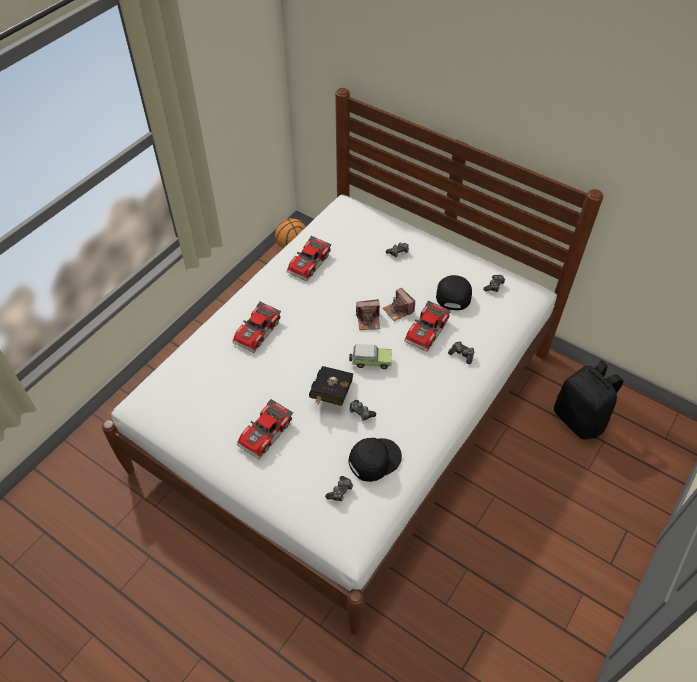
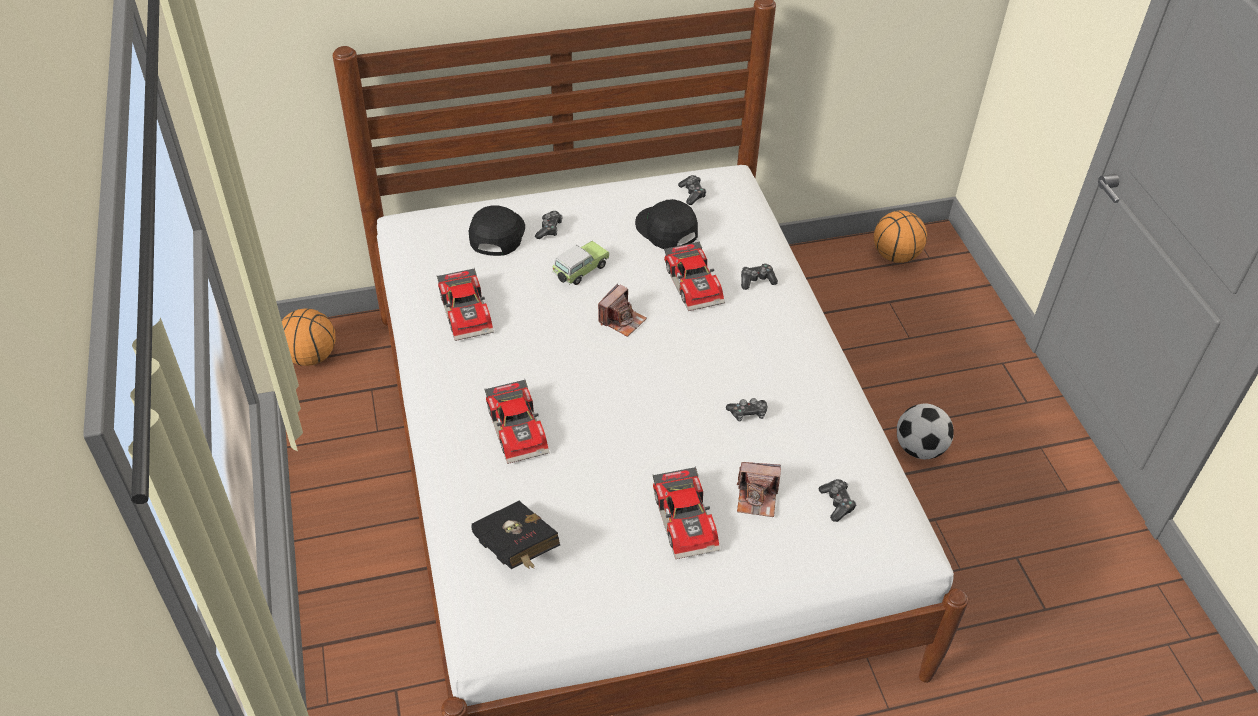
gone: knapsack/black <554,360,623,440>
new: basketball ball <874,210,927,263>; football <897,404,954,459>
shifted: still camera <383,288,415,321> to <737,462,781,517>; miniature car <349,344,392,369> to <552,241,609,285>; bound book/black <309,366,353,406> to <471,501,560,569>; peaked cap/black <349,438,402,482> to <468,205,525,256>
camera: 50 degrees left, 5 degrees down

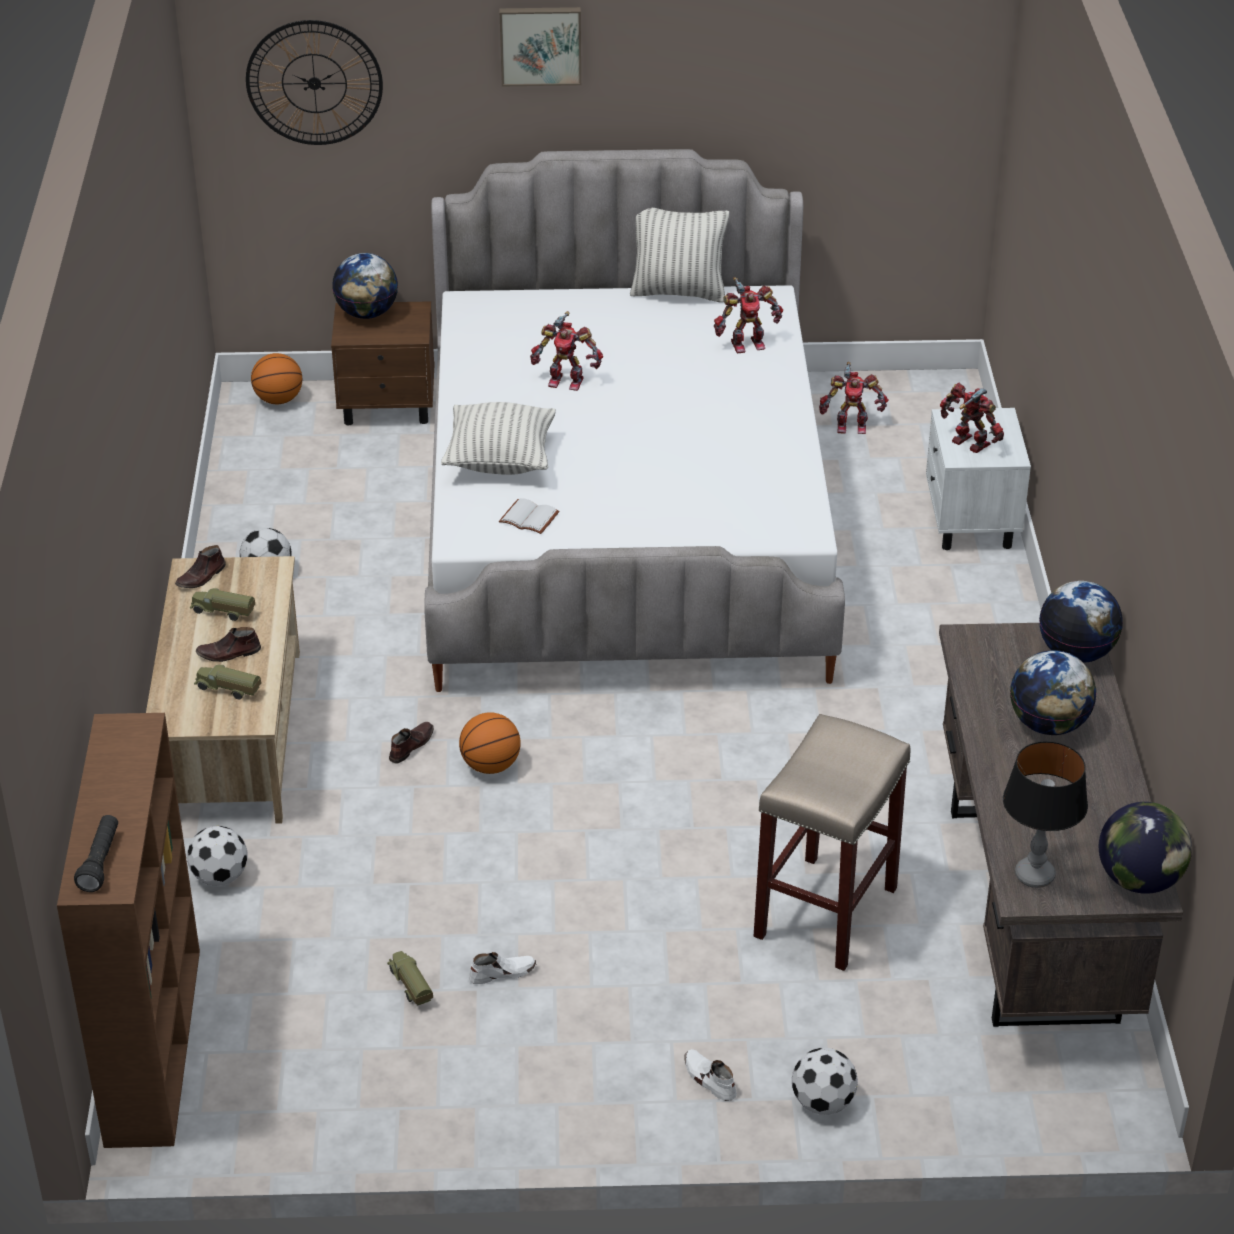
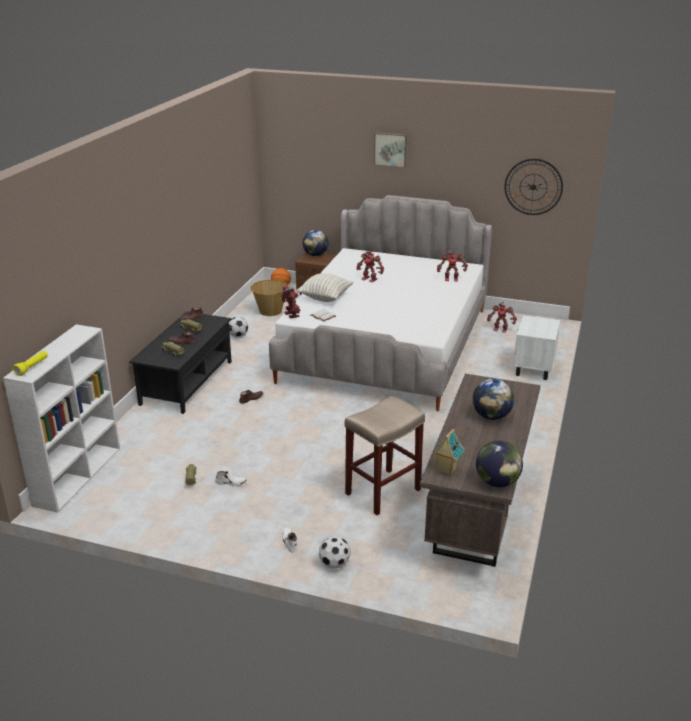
gone: pillow <630,208,729,303>; world globe <1039,581,1123,663>; basketball ball <459,712,521,774>; football <187,826,248,886>
new: household basket <250,280,288,316>
shifted: wall clock <246,20,383,145> to <505,159,563,215>; model robot <940,383,1004,453> to <278,285,300,318>
swapped: table lamp <1003,741,1088,888> to toy house <432,428,464,476>
repainted: low table/sand-coloured <146,556,300,824> to low table/black <129,311,232,414>; bookcase/brown-coloured <57,713,200,1148> to bookcase/white-coloured <3,324,120,513>; torch/black <74,815,118,892> to torch/yellow <13,351,48,376>
camera: 20 degrees right, 10 degrees down

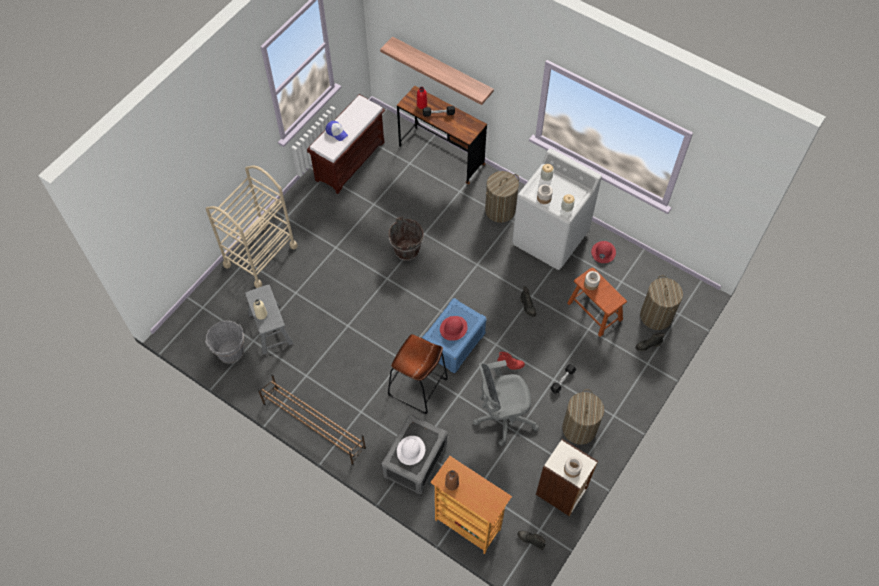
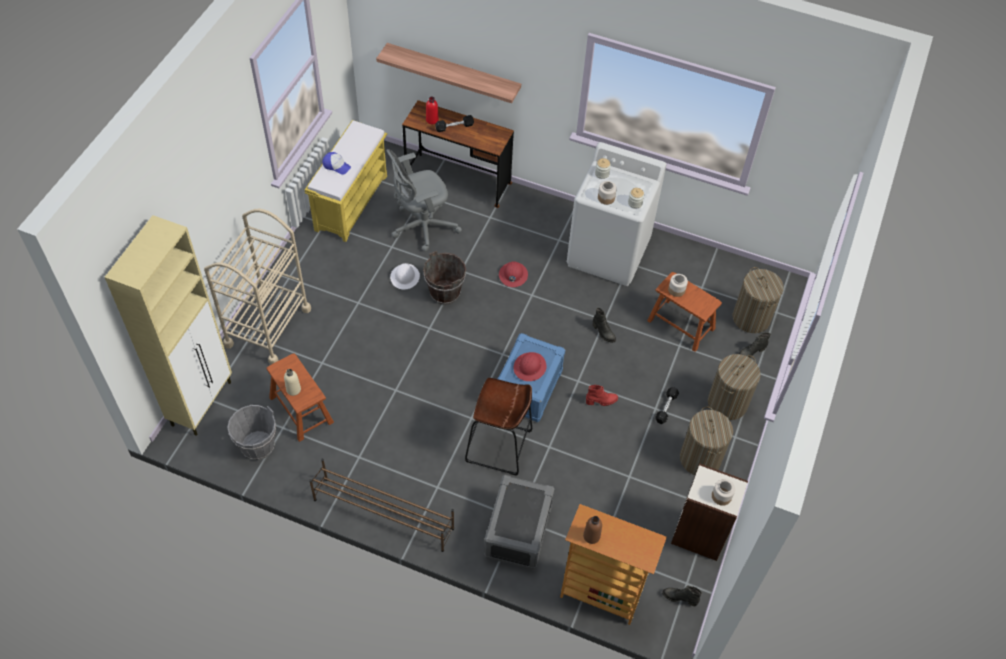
new: cupboard/sand-coloured <105,215,232,436>
shifted: washing basket <485,171,519,223> to <708,354,761,420>; work helmet/red-coloured <591,241,616,263> to <499,261,528,287>; office chair/greyish <473,360,539,446> to <386,149,462,252>; work helmet/white-coloured <397,436,425,465> to <390,263,420,289>
repainted: bench/brown-coloured <307,94,385,194> to bench/yellow <305,120,387,242>; stool/greyish <245,285,293,355> to stool/brown-coloured <266,353,334,442>
camera: 15 degrees left, 5 degrees down

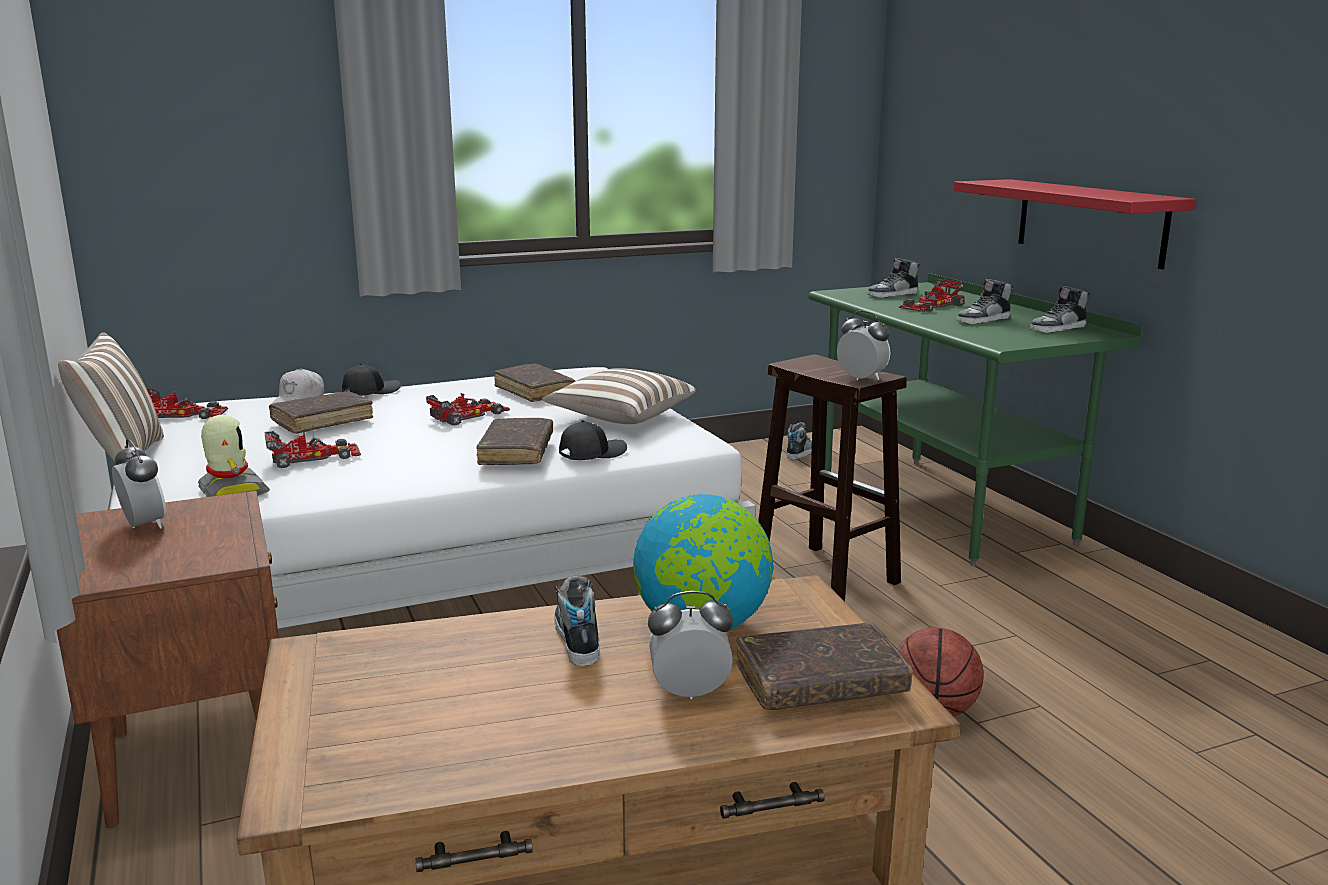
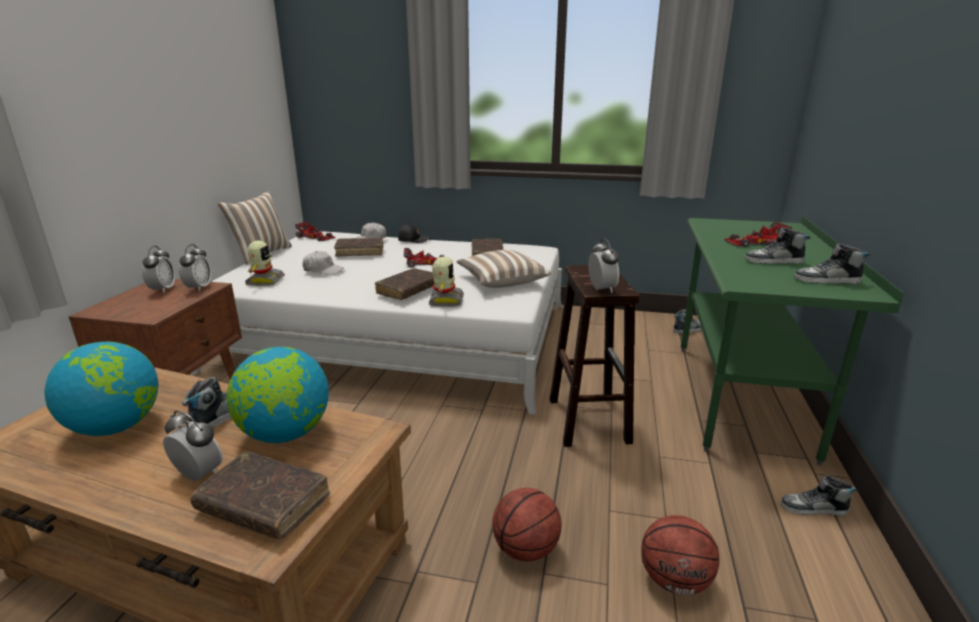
gone: bracket shelf/red-coloured <954,179,1196,269>
new: bedside clock <179,244,212,291>; world globe <44,341,158,436>; basketball ball <641,515,720,595>
shifted: shoe <867,258,921,298> to <780,475,857,516>
swapped: peaked cap/black <559,420,627,460> to model robot <429,257,464,307>; miniature car <264,431,361,468> to peaked cap/white-coloured <302,251,344,275>
camera: 35 degrees right, 5 degrees up

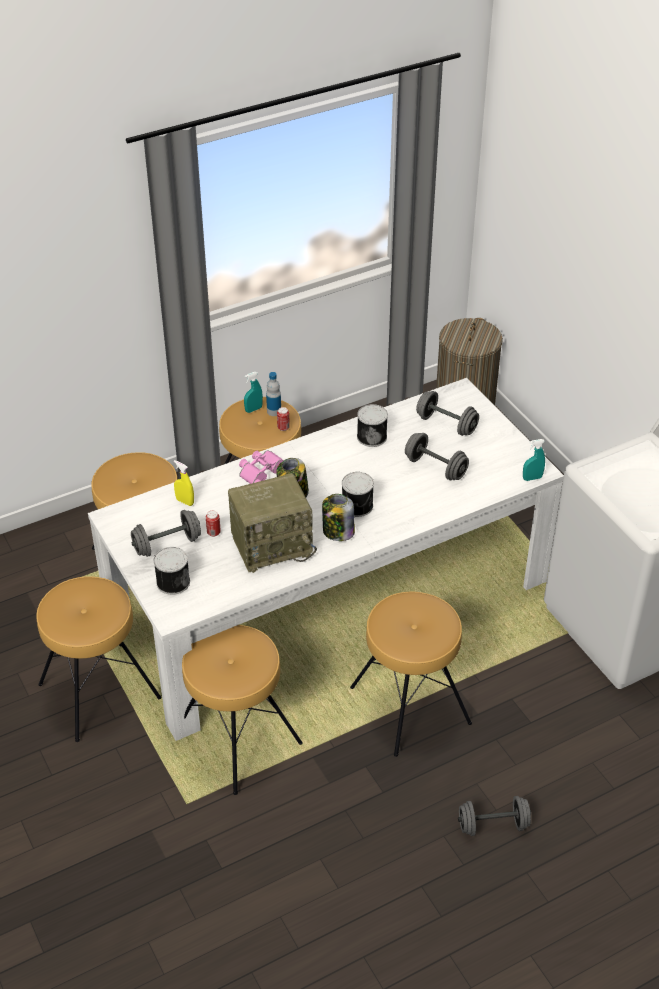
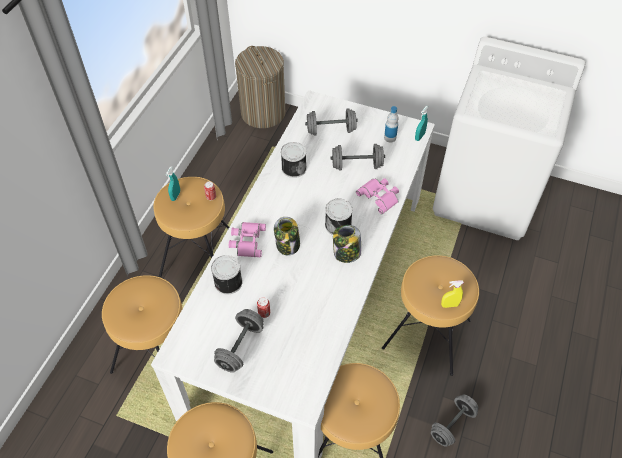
gone: radio <228,473,317,573>
new: pair of binoculars/pinkish <356,178,399,214>
shifted: drink bottle <266,372,281,416> to <384,106,399,142>; spray bottle/yellow <174,460,194,506> to <441,280,464,308>; can <154,547,190,595> to <211,255,243,295>; hand weight/greyish <458,796,531,836> to <431,395,478,447>
camera: 40 degrees left, 10 degrees up

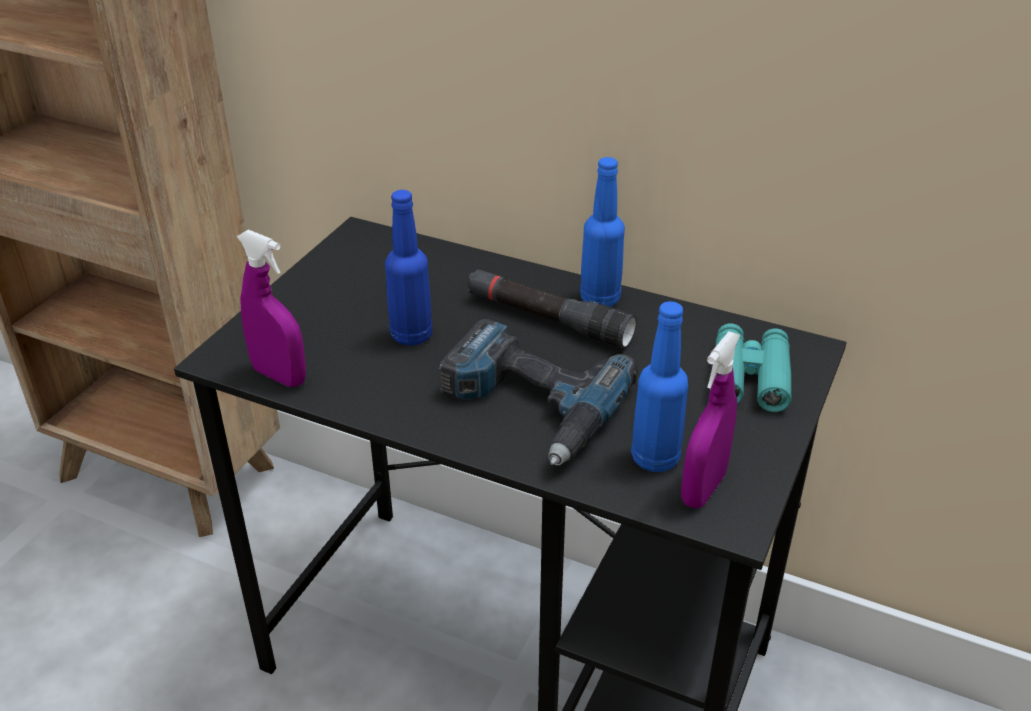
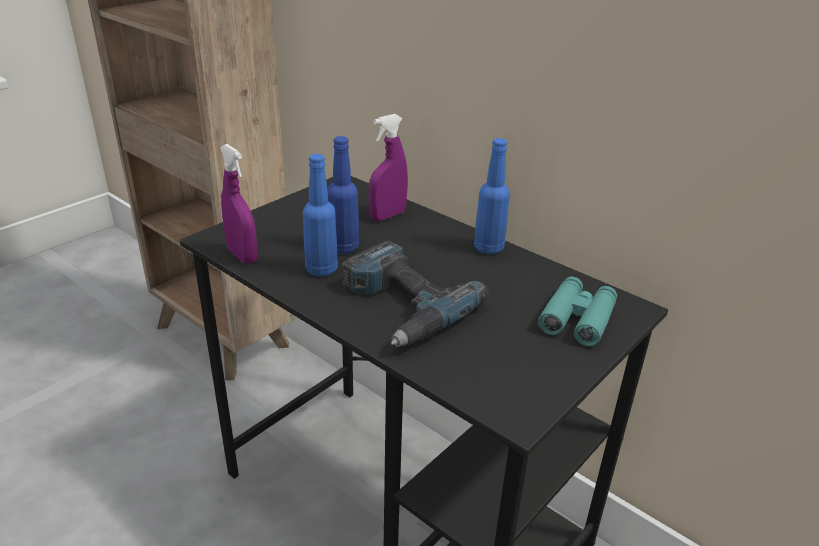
gone: torch/black <467,269,637,348>
shifted: drink bottle/bluish <631,301,688,472> to <303,154,338,277>; spray bottle/purplish <681,331,740,509> to <369,114,408,221>
camera: 15 degrees right, 5 degrees down

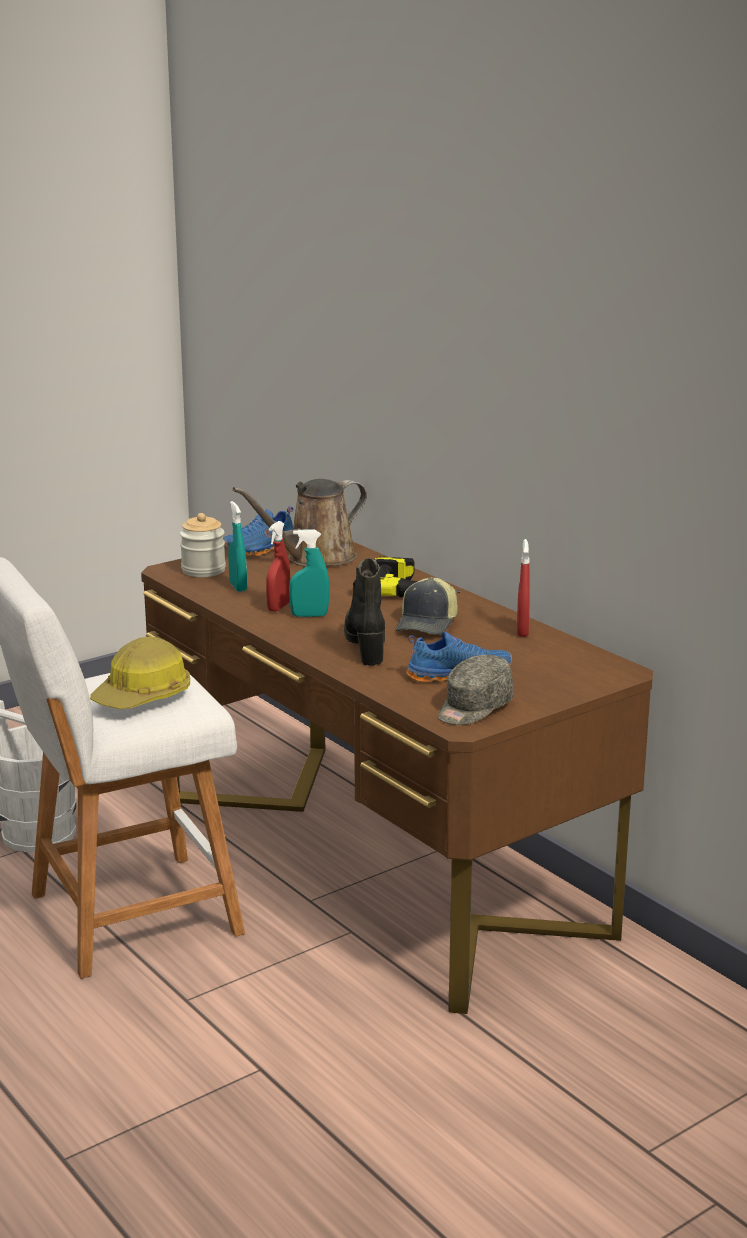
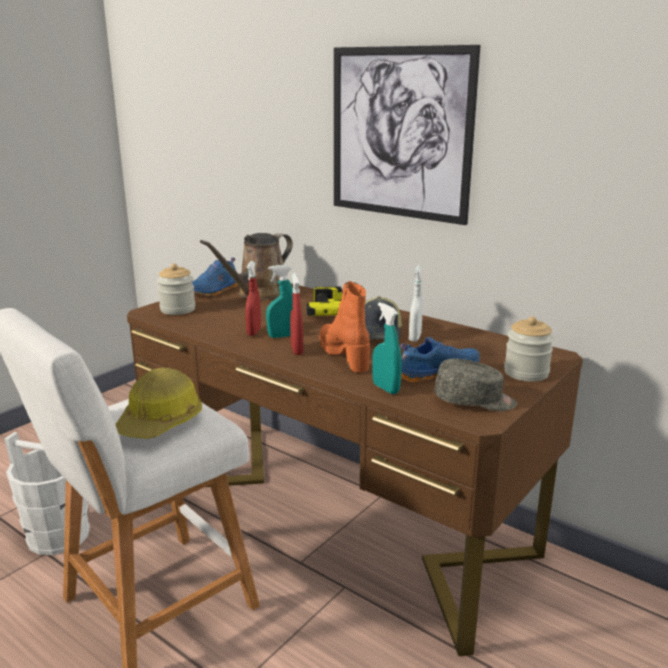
new: wall art <334,45,481,225>; spray bottle/white-coloured <409,265,423,342>; jar <504,316,554,382>
shifted: spray bottle/blue-green <228,501,247,592> to <372,302,402,394>; spray bottle/red-coloured <517,539,530,637> to <290,273,304,355>
repainted: boot/black <344,558,385,666> to boot/orangey <319,281,370,373>
rotated: peaked cap/greyish <438,655,514,725> = <434,359,517,411> 105 degrees counterclockwise
camera: 15 degrees left, 0 degrees up

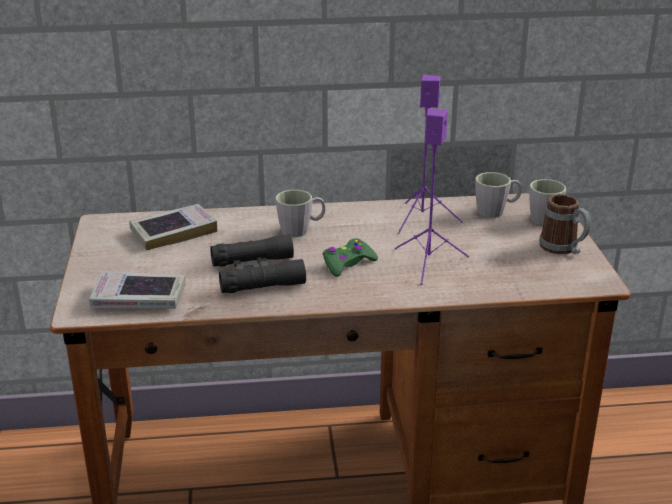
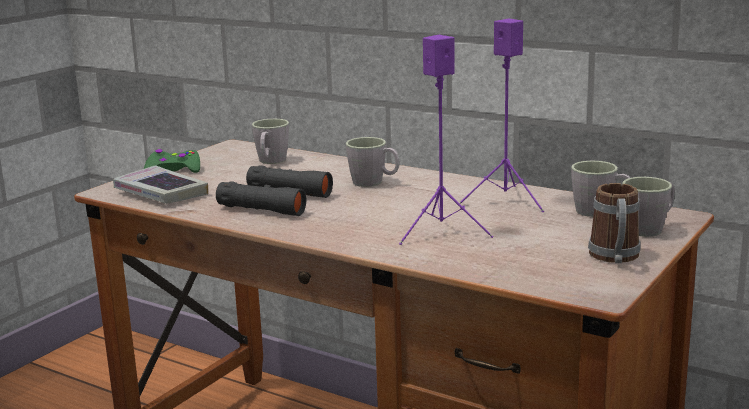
shifted: joypad/greenish <323,238,378,277> to <144,149,200,173>
swapped: bound book <129,204,217,251> to mug/greyish <252,119,289,164>
camera: 40 degrees right, 10 degrees down

